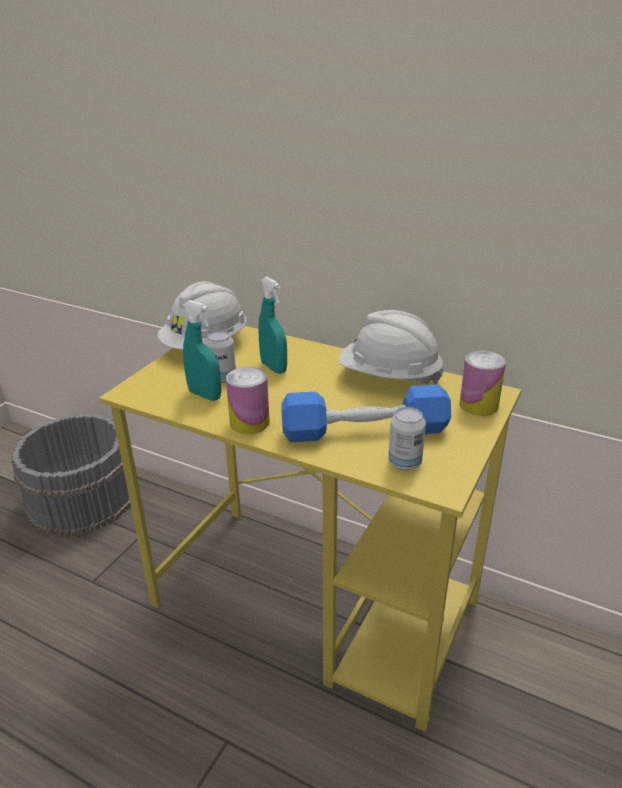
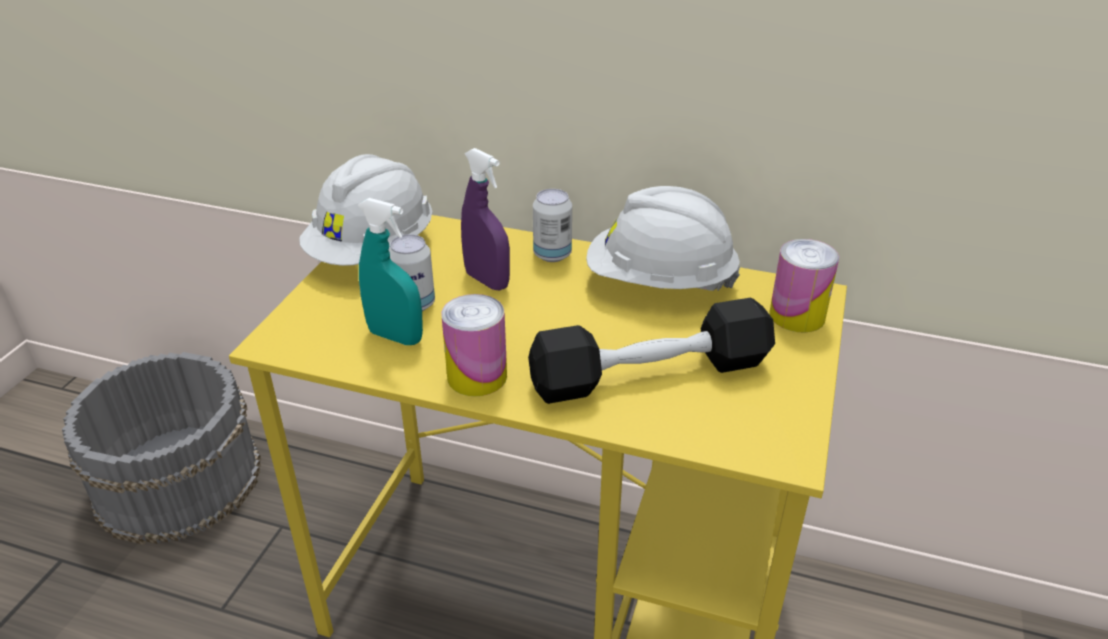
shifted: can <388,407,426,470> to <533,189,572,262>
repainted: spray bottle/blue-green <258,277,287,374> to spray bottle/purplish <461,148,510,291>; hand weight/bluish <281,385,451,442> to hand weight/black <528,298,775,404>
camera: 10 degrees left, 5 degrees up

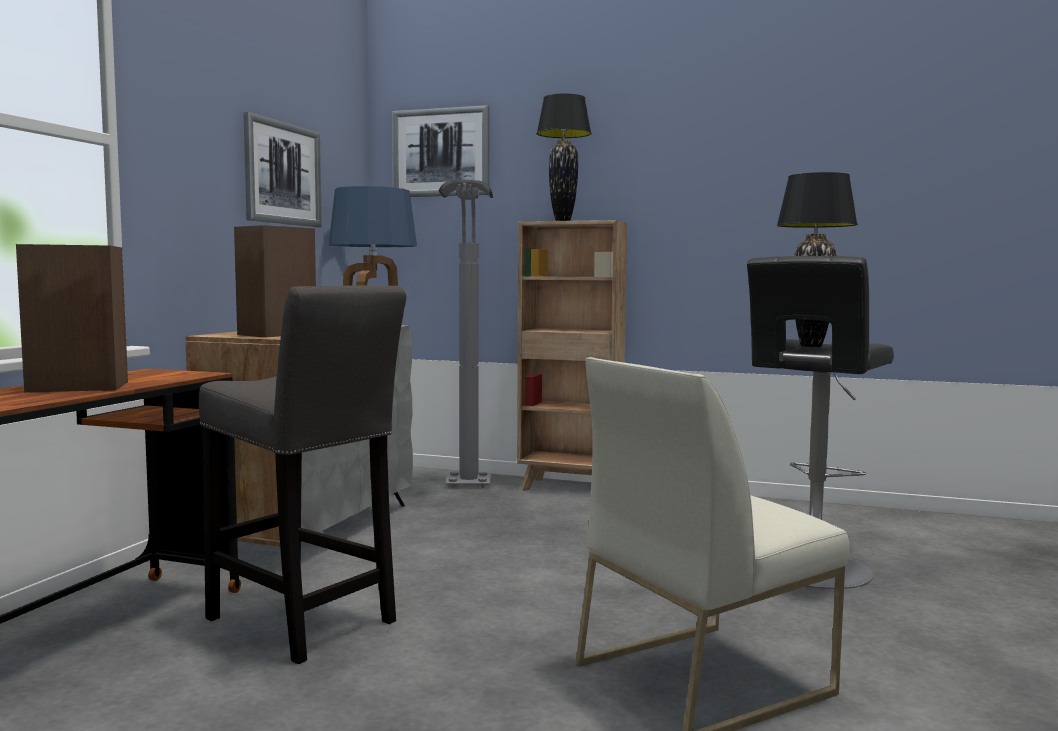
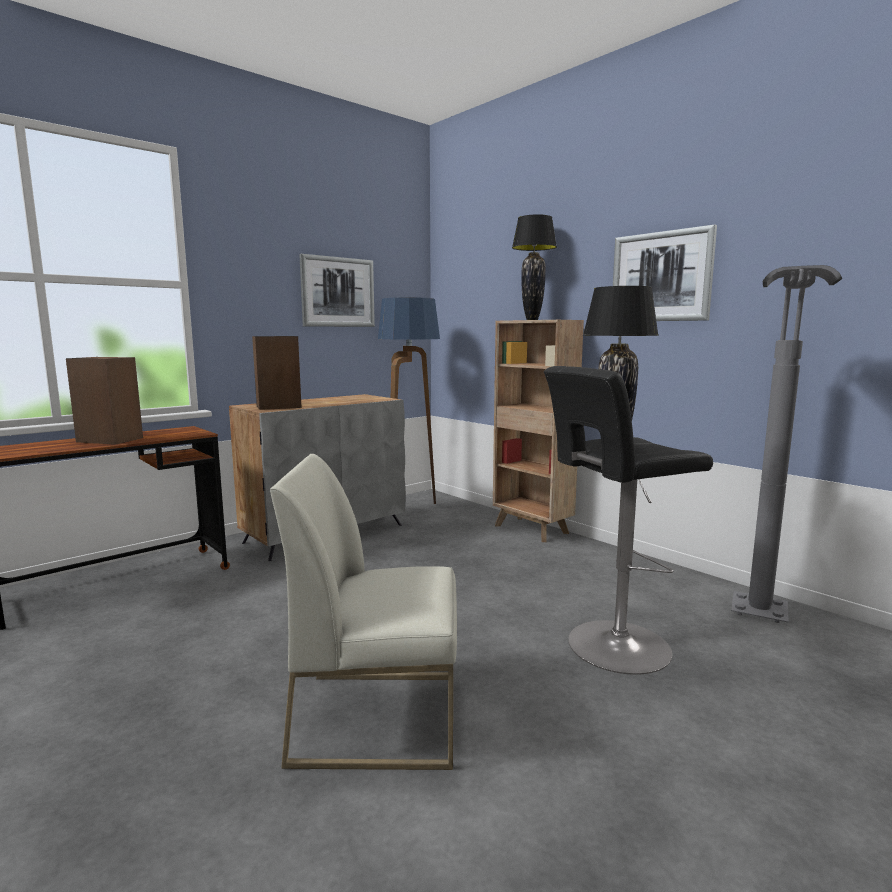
gone: stool/greyish <199,285,406,664>
shifted: wall art <392,105,489,197> to <613,225,717,321>; standing lamp/greyish <439,180,493,488> to <731,265,842,623>
camera: 30 degrees right, 5 degrees up

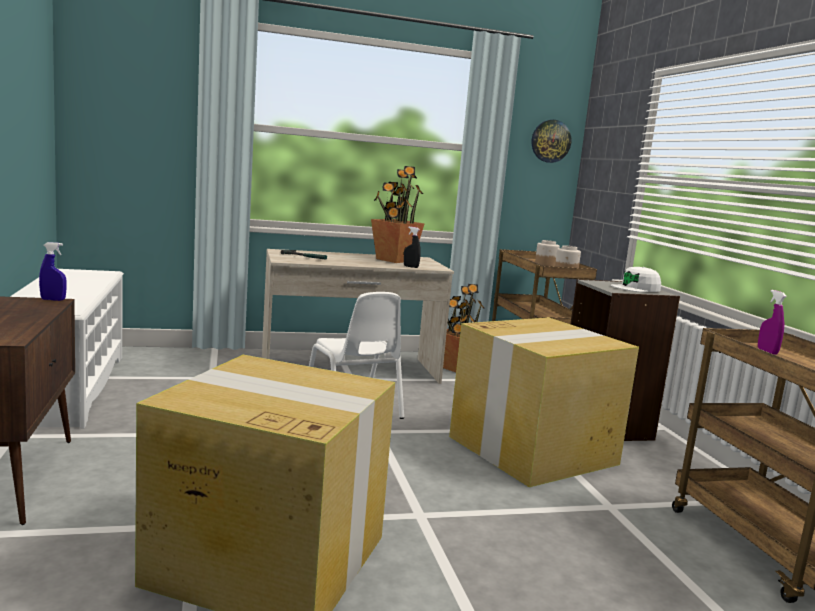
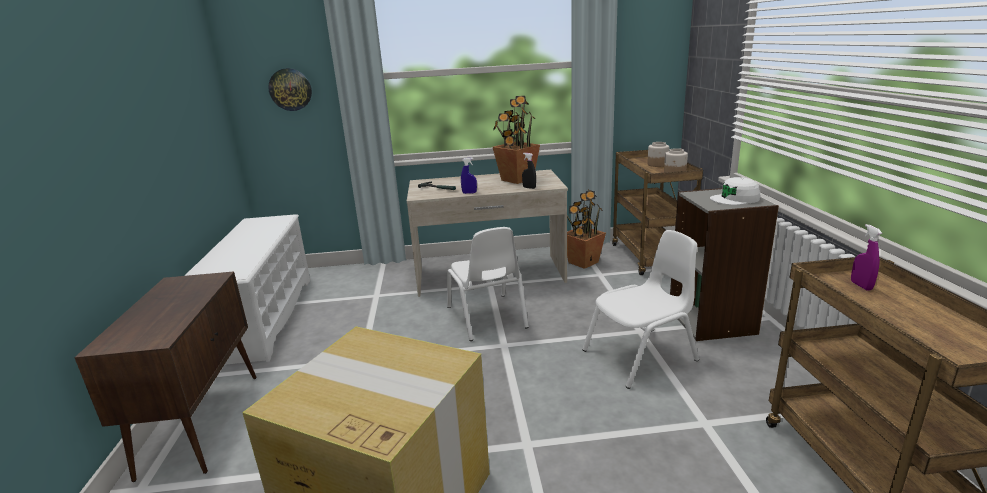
shifted: wall clock <532,120,571,163> to <268,68,312,111>; spray bottle/bluish <39,242,67,301> to <461,158,477,194>
swapped: carton <449,318,639,487> to upright chair/white-coloured <582,230,699,389>
camera: 10 degrees right, 10 degrees up

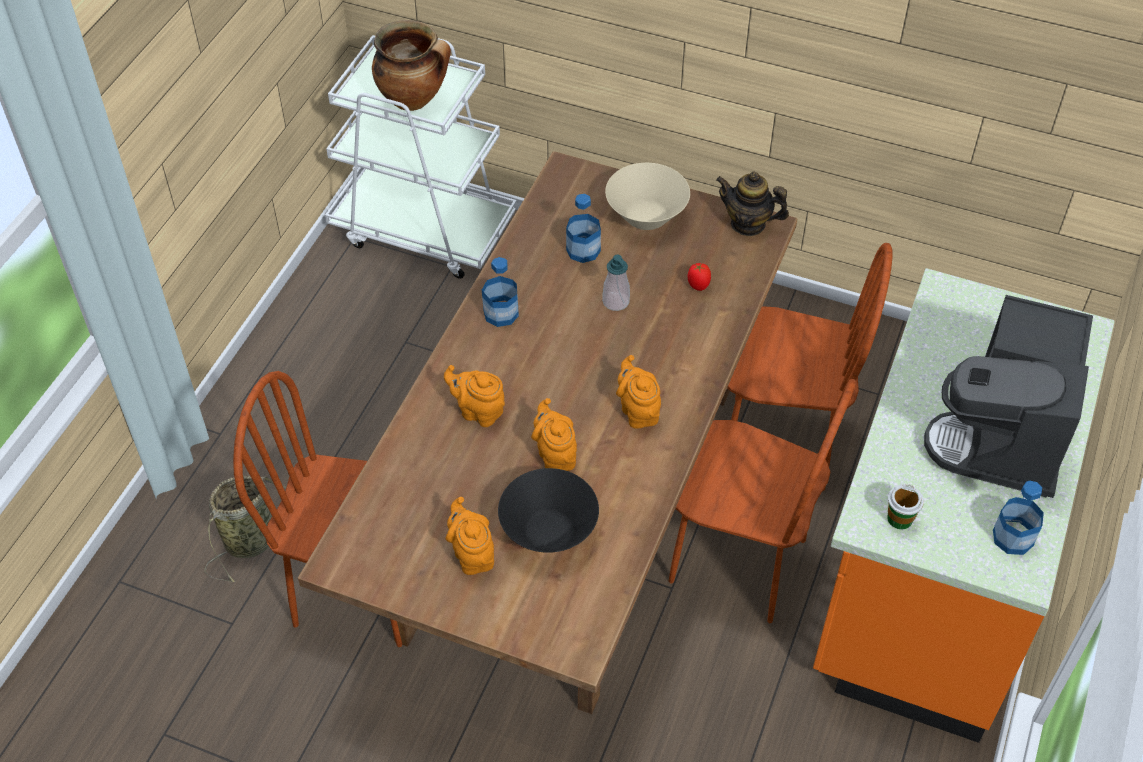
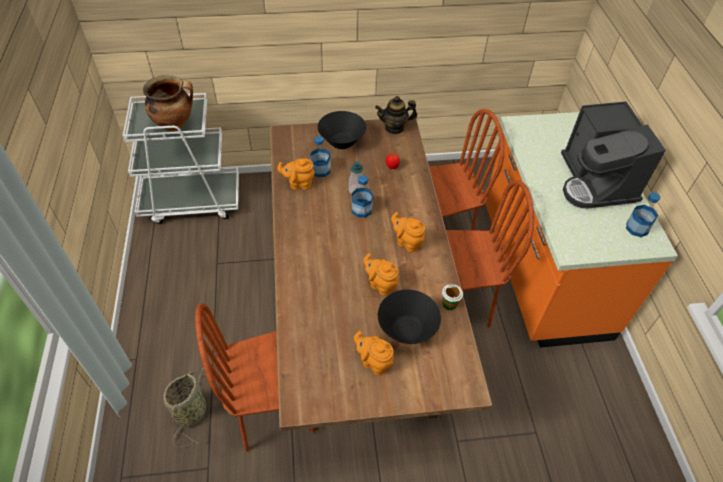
shifted: drink bottle <482,257,519,327> to <352,175,373,218>; teapot/orangey <444,365,505,427> to <277,159,315,190>; small cup <887,484,924,529> to <442,284,463,310>
repainted: serving bowl/sand-coloured <605,163,690,230> to serving bowl/black <317,111,366,149>
camera: 30 degrees left, 0 degrees up

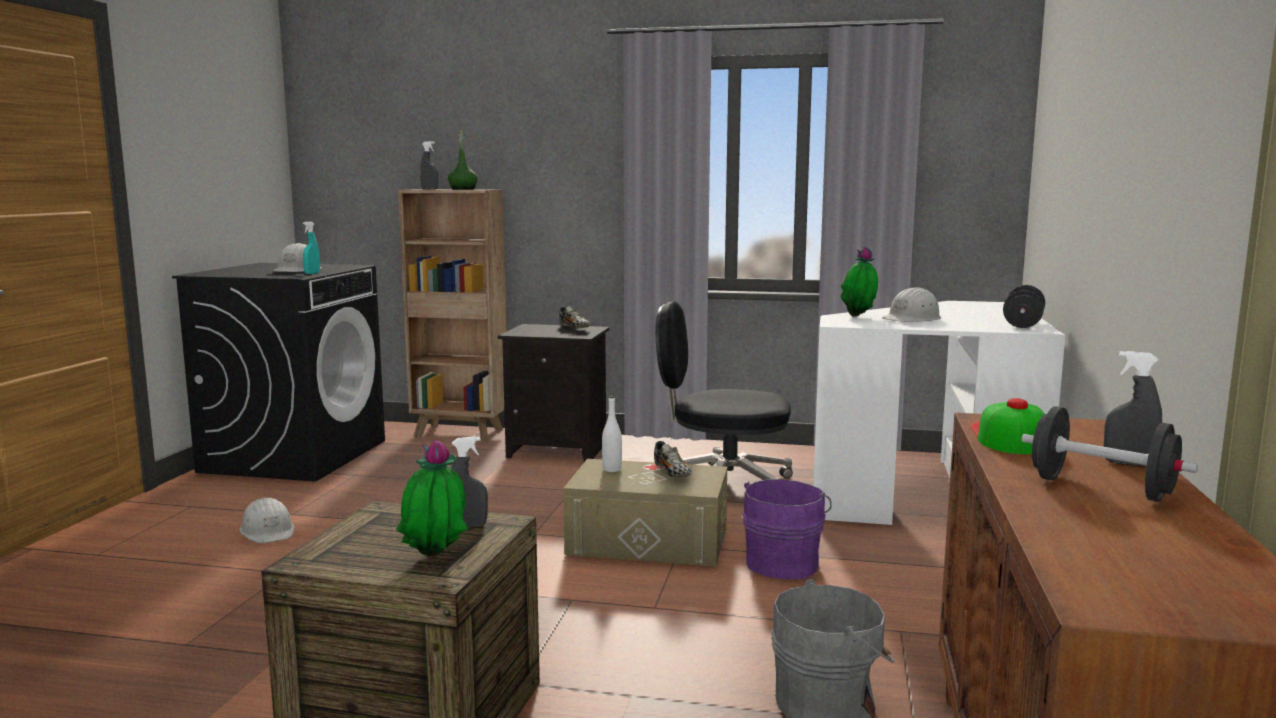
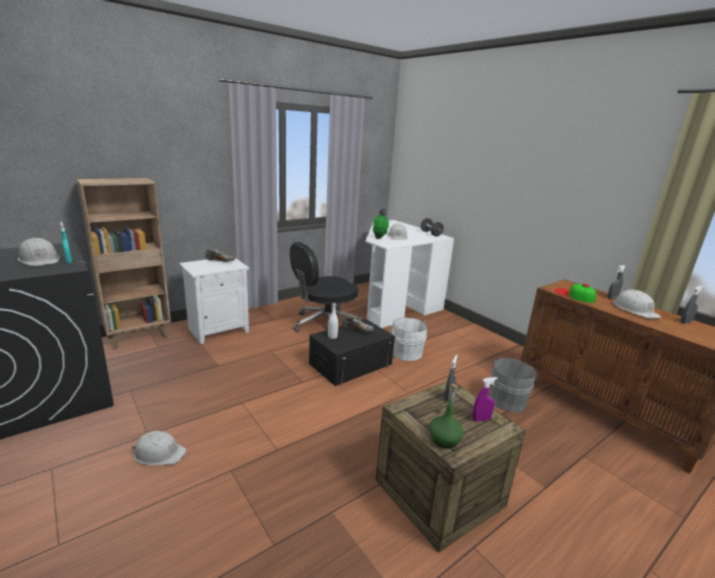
shifted: drink bottle/greenish <448,131,478,190> to <429,384,464,448>; spray bottle/greyish <420,141,438,189> to <680,286,704,324>
swapped: hand weight/black <1022,406,1198,502> to work helmet/white-coloured <613,289,661,319>; plant in a pot <396,440,468,557> to spray bottle/purplish <472,377,498,421>
repainted: bedside table/black <498,324,610,462> to bedside table/white-coloured <179,258,249,344>; storage box/sand-coloured <563,459,727,567> to storage box/black <309,319,395,386>; pail/purplish <742,479,832,579> to pail/white-coloured <389,318,427,361>
camera: 50 degrees left, 10 degrees up

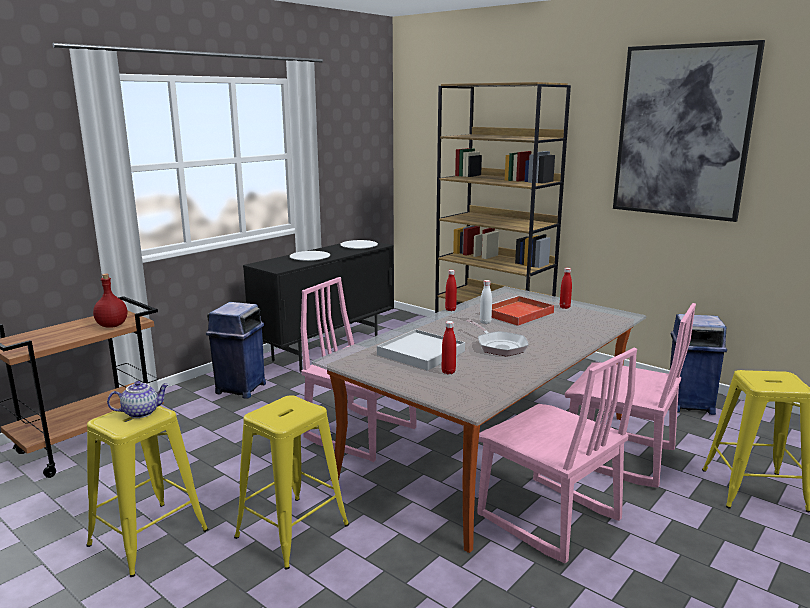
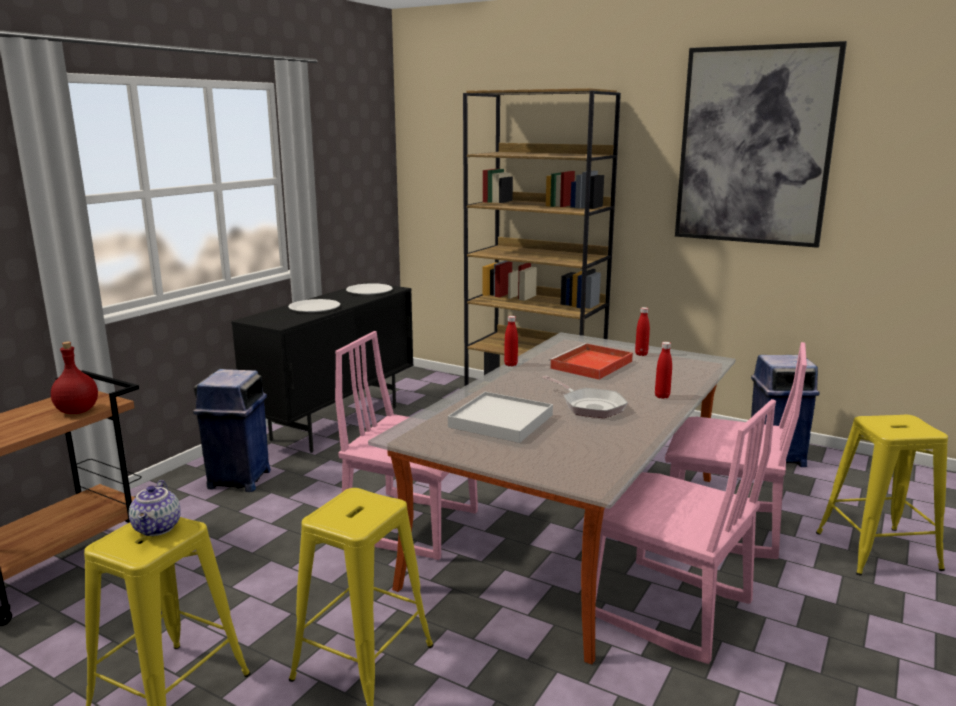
gone: drink bottle/white-coloured <480,280,492,324>
shifted: drink bottle/red-coloured <442,321,456,374> to <655,342,672,399>
rotated: teapot <107,381,169,418> = <129,480,181,536> 120 degrees clockwise
camera: 10 degrees left, 0 degrees up

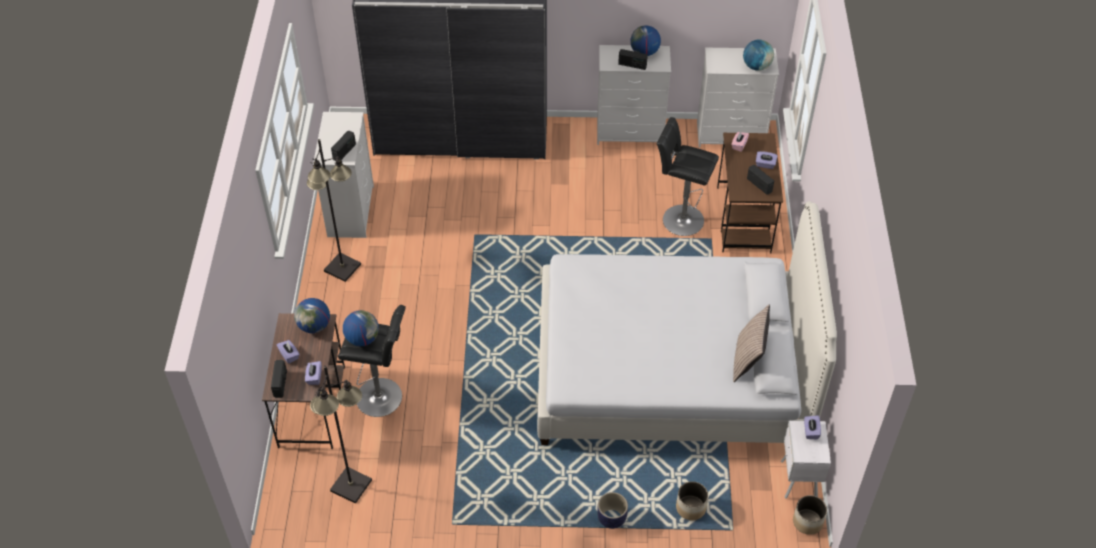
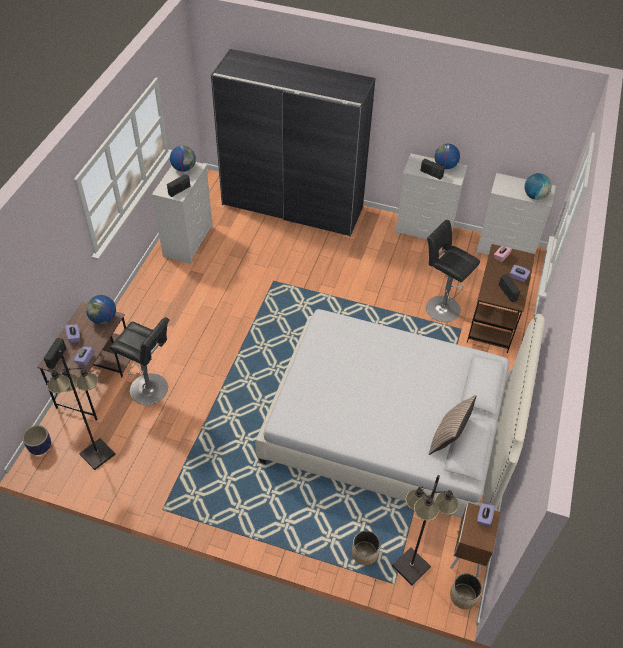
shifted: standing lamp/black <307,139,361,282> to <392,475,459,585>; world globe <343,310,379,346> to <170,145,196,172>; flower pot <597,492,628,529> to <22,425,51,455>
repainted: bedside table/white-coloured <781,421,831,499> to bedside table/brown-coloured <450,502,500,577>
camera: 15 degrees right, 0 degrees up

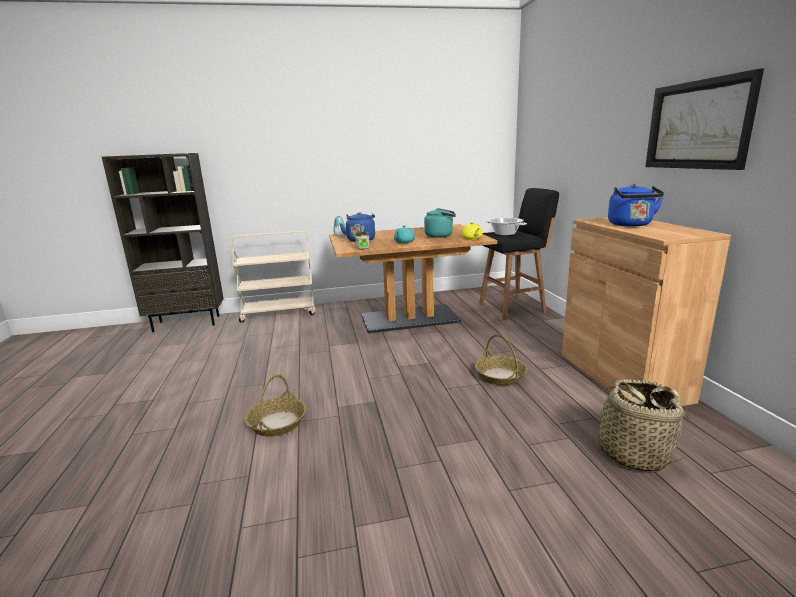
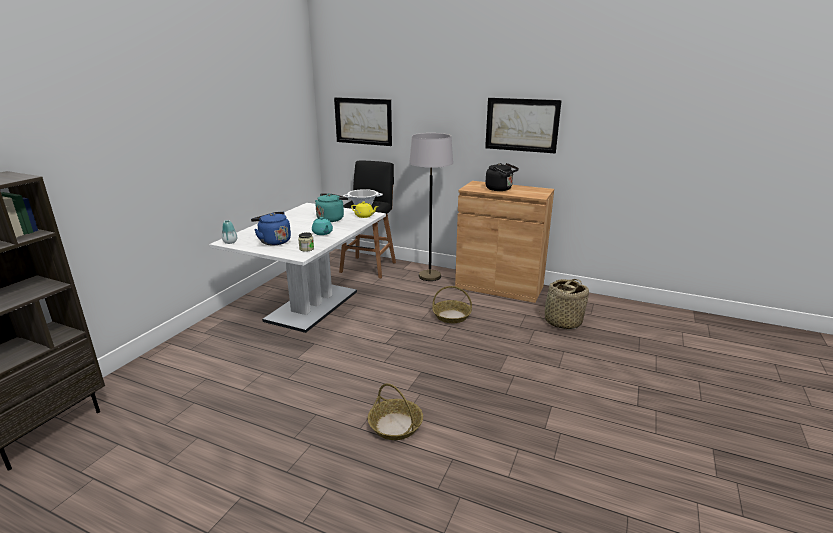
gone: trolley/sand-coloured <231,231,315,323>
new: wall art <334,97,392,146>; standing lamp/greyish <409,133,453,281>
repainted: water kettle/bluish <608,184,664,226> to water kettle/black <486,163,519,191>; dining table/brown-coloured <329,224,498,334> to dining table/white-coloured <209,203,386,333>
camera: 55 degrees left, 5 degrees up

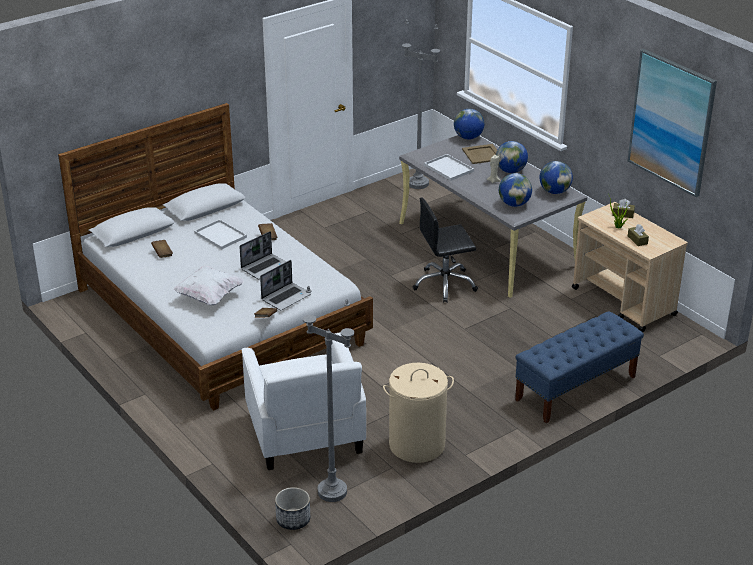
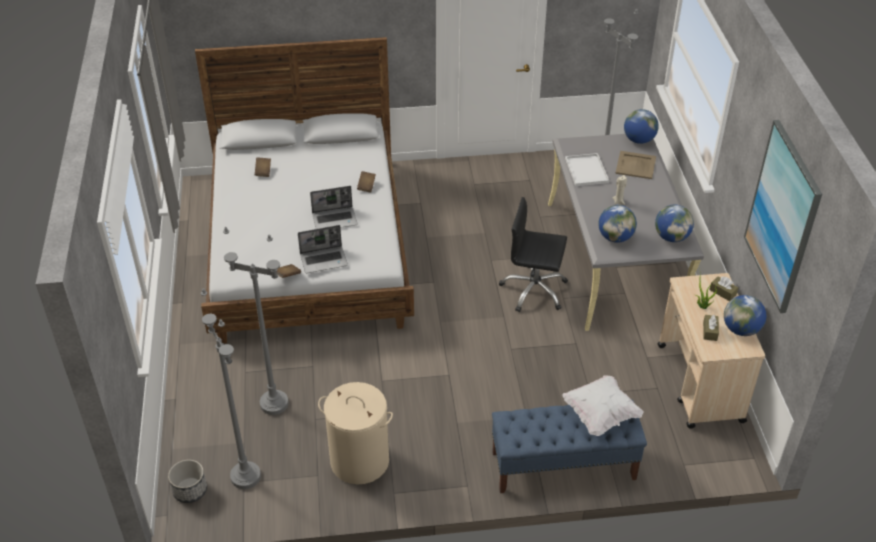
gone: tray/white-coloured <194,219,247,250>
shifted: world globe <496,141,528,173> to <724,295,766,336>; pillow/white-coloured <173,266,243,305> to <562,375,644,436>
swapped: armchair/white-coloured <242,333,366,470> to standing lamp/greyish <223,227,288,415>
camera: 30 degrees right, 10 degrees up

